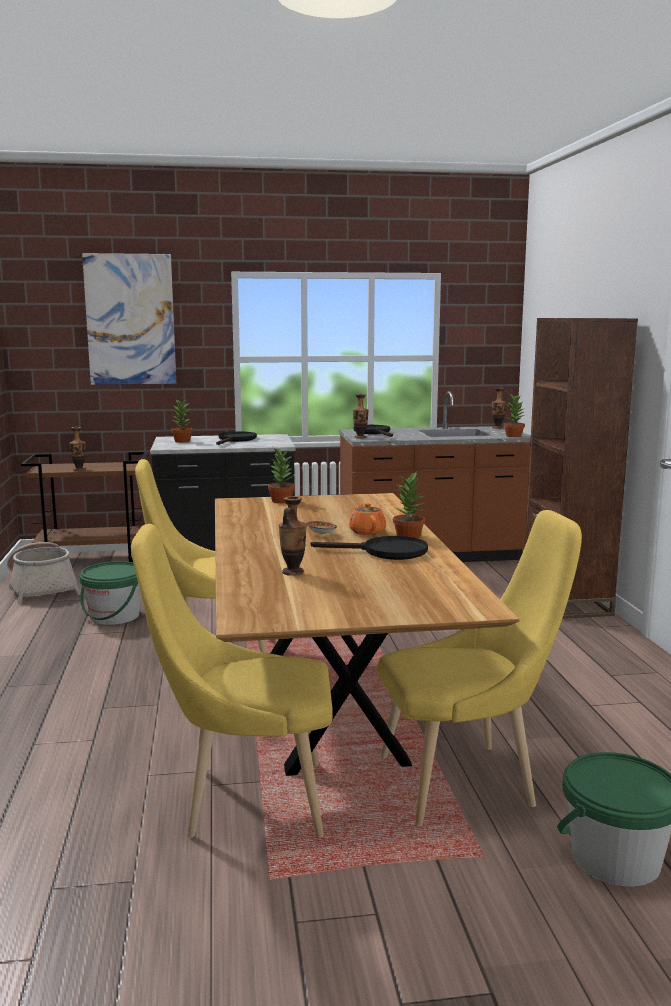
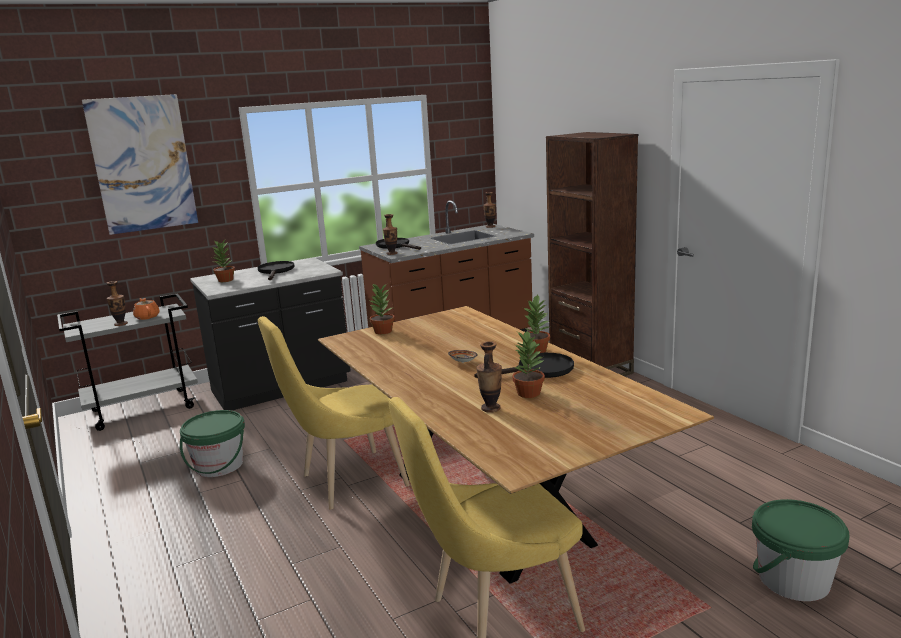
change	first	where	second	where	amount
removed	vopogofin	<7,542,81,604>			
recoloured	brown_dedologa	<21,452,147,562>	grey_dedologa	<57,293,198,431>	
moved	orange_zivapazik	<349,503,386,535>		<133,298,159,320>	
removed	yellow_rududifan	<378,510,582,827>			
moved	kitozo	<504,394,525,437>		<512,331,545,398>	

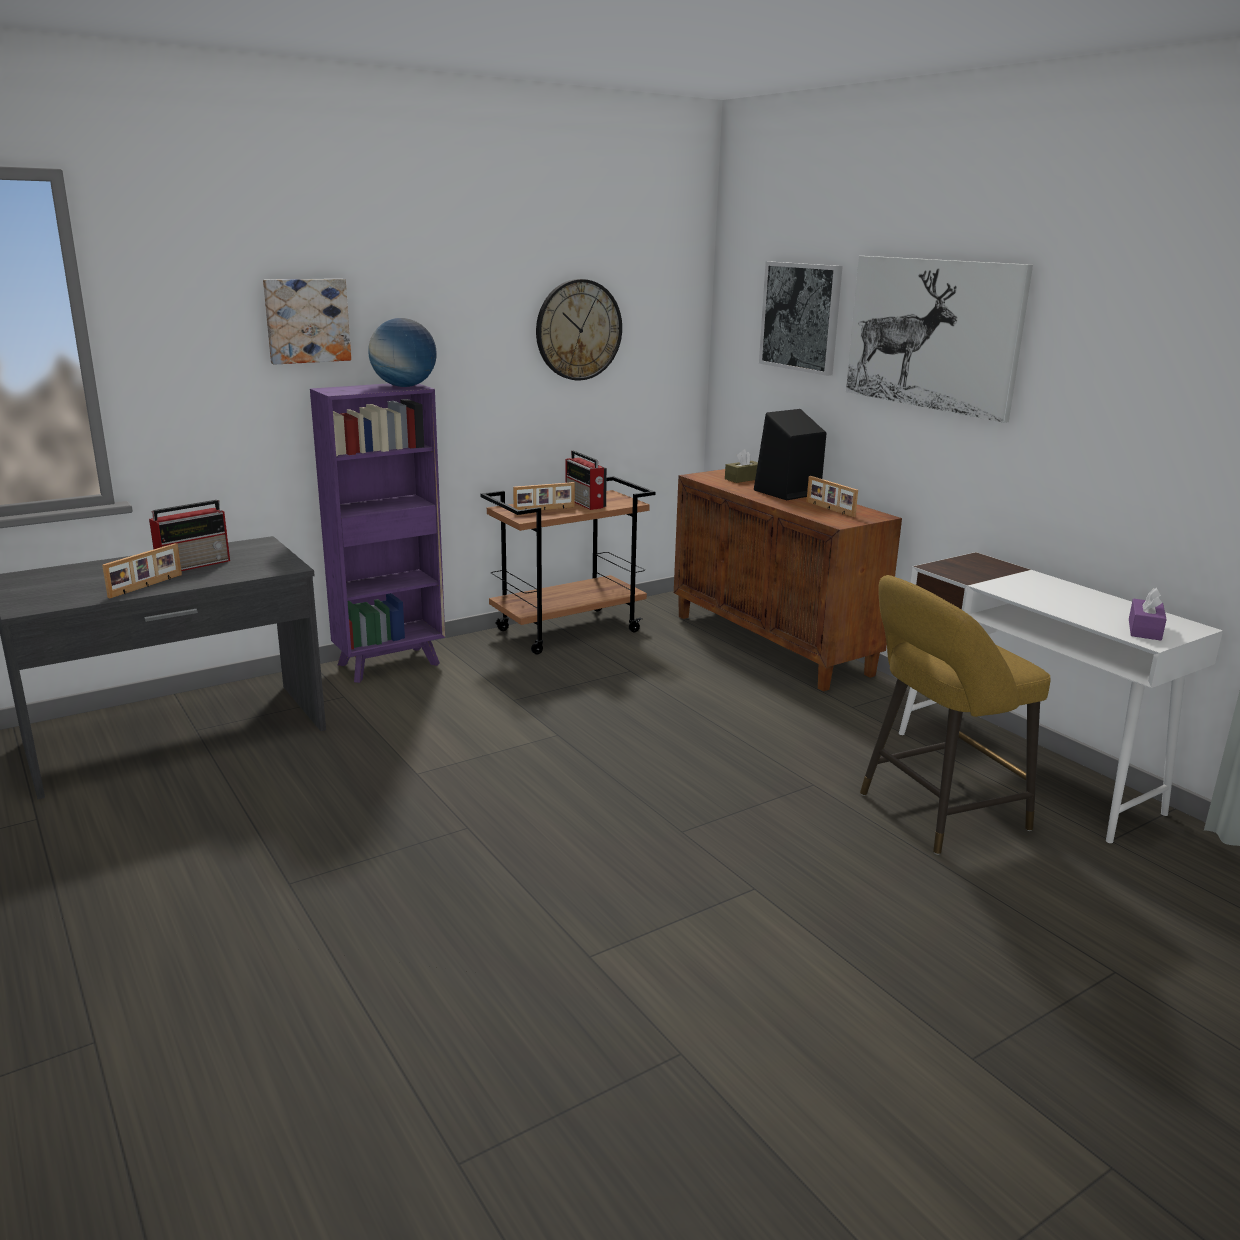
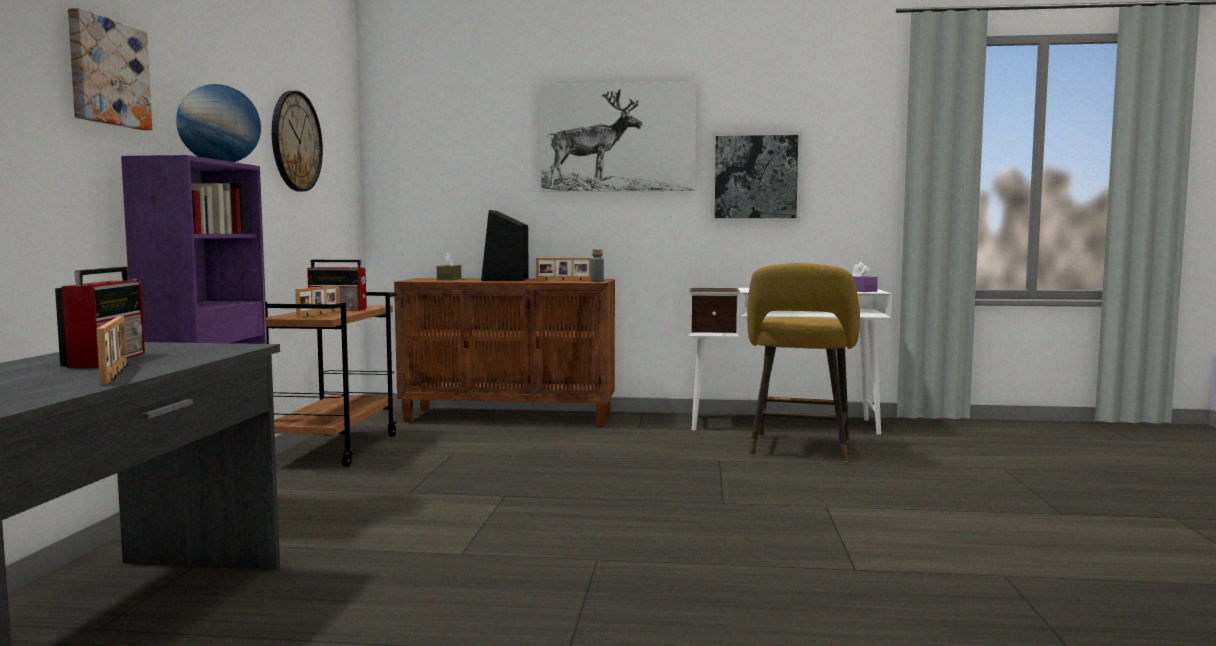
change	first	where	second	where	amount
moved	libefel	<759,262,843,376>		<711,131,802,221>	
added			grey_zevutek	<591,249,604,282>	

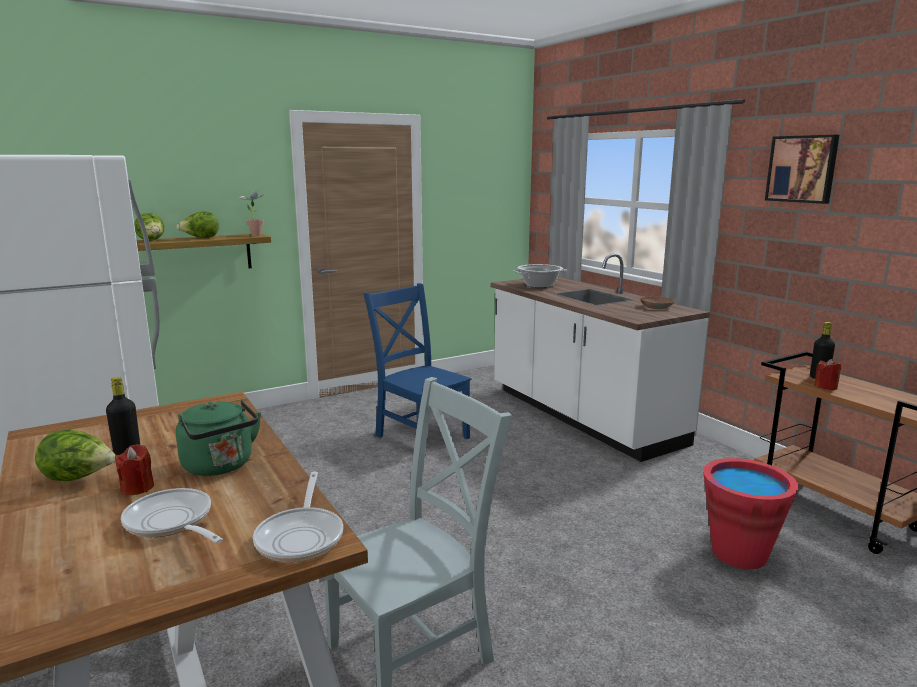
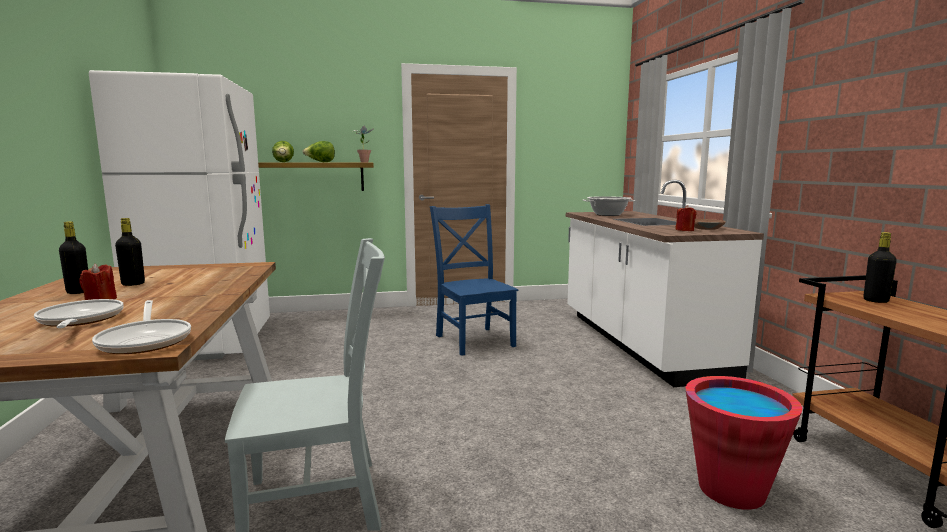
change	first	where	second	where	amount
replaced	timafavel	<35,430,116,481>	black_zevutek	<59,221,88,294>	
removed	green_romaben	<176,399,261,476>			
turned	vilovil	<253,472,343,562>		<92,300,191,354>	45 degrees counterclockwise
removed	libefel	<765,135,839,204>			
moved	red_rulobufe	<814,359,841,390>		<675,205,697,231>	

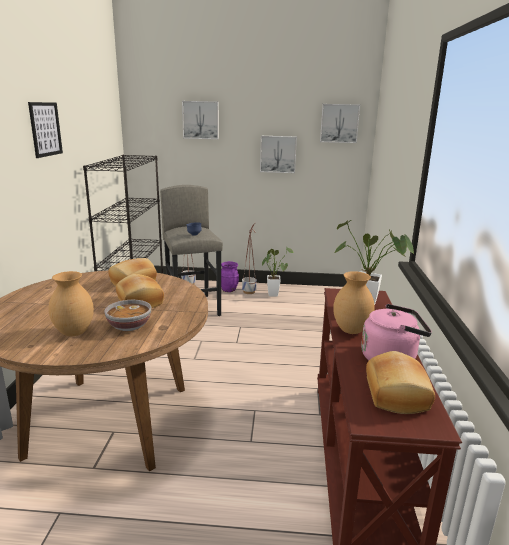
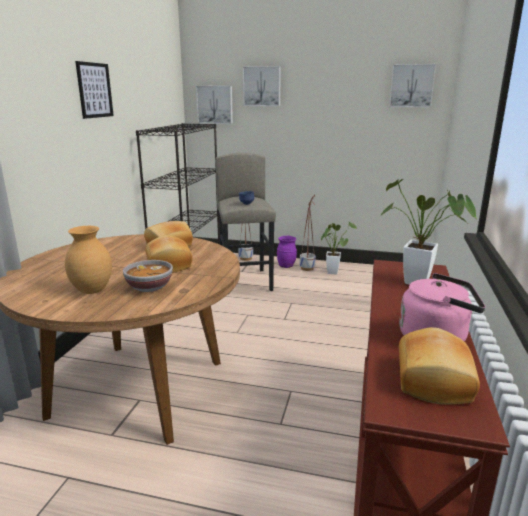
change	first	where	second	where	amount
moved	libefel	<260,136,297,173>		<196,86,233,124>	
removed	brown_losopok	<333,271,375,334>			

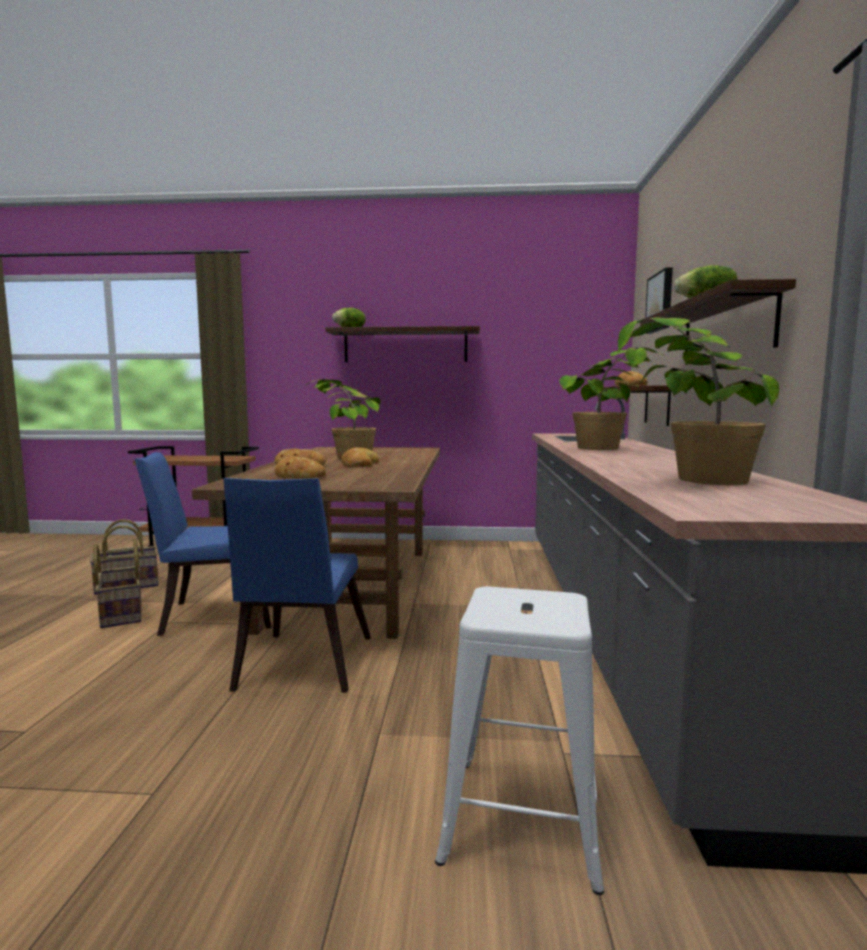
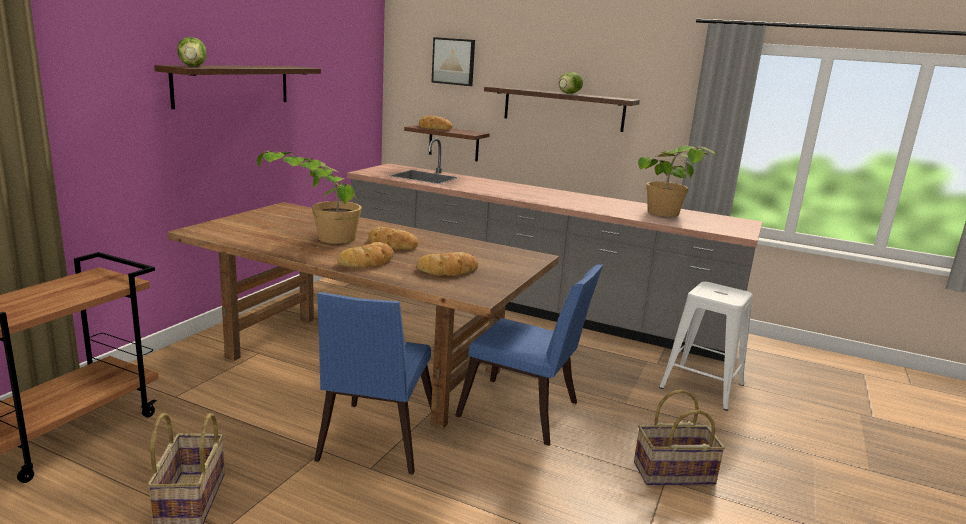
change	first	where	second	where	amount
moved	vopogofin	<93,539,141,628>		<634,390,725,485>	
removed	kitozo	<560,347,664,450>			

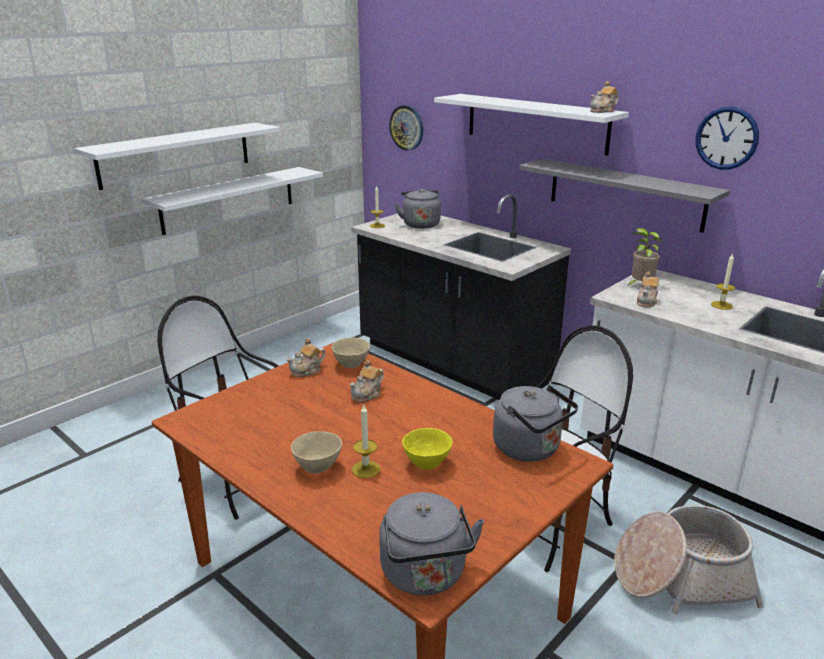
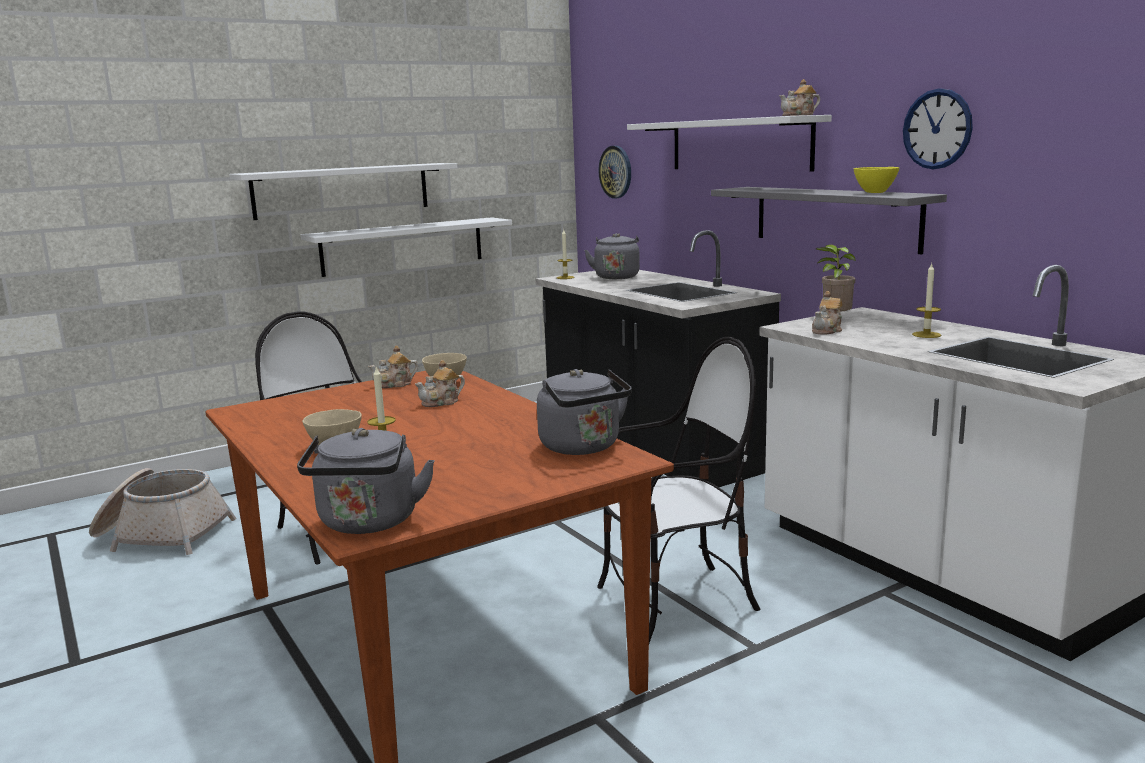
change	first	where	second	where	amount
moved	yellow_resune	<402,428,452,470>		<854,167,900,193>	
moved	vopogofin	<614,505,763,614>		<89,468,236,555>	

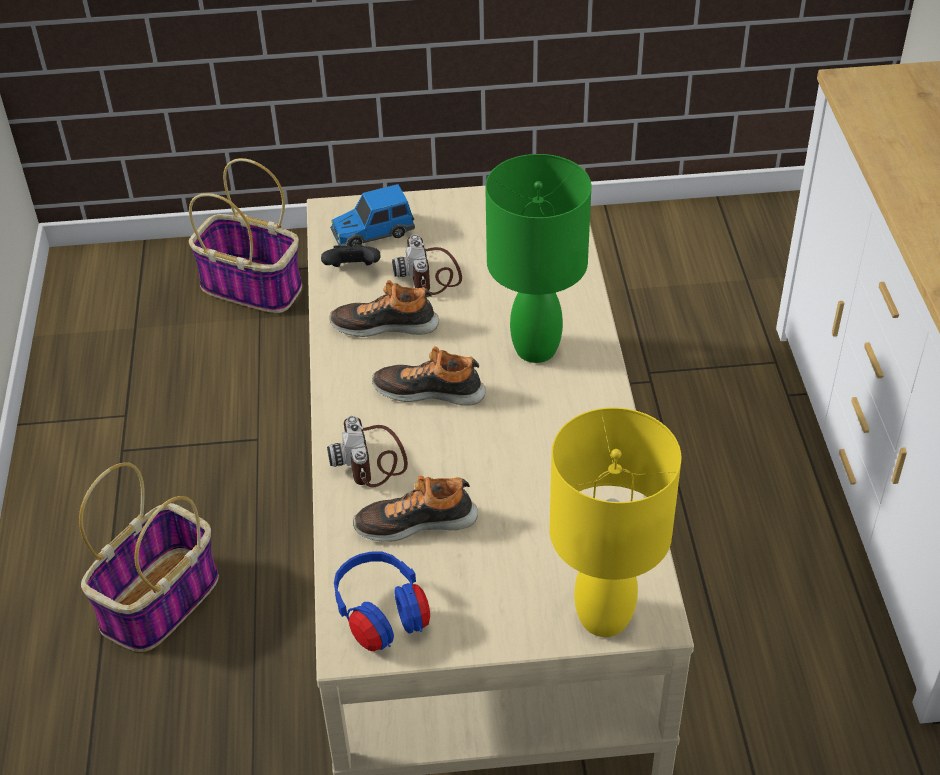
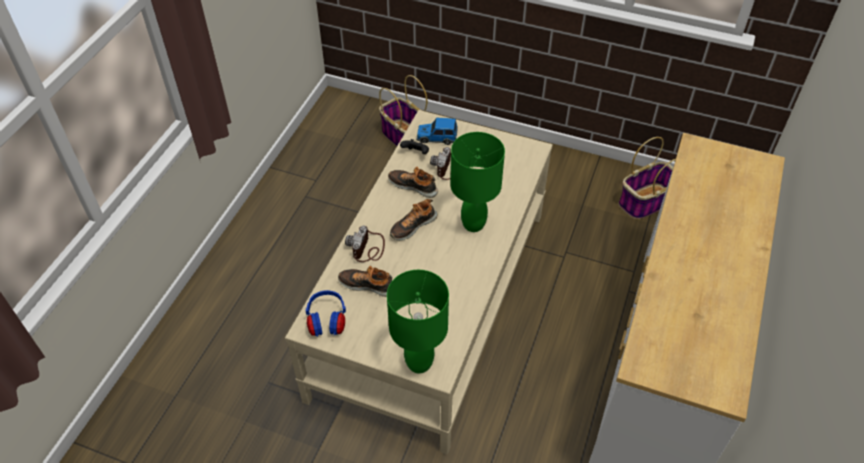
change	first	where	second	where	amount
moved	vopogofin	<79,462,219,652>		<619,137,676,219>	
turned	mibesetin	<372,346,486,406>		<390,199,437,240>	75 degrees counterclockwise
recoloured	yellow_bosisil	<550,408,681,637>	green_bosisil	<387,270,449,373>	

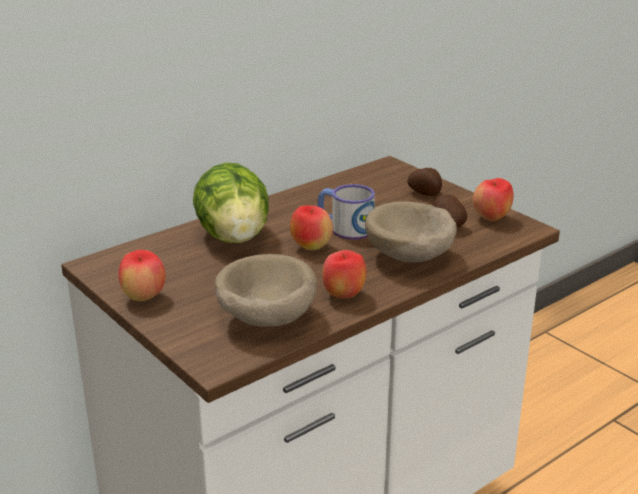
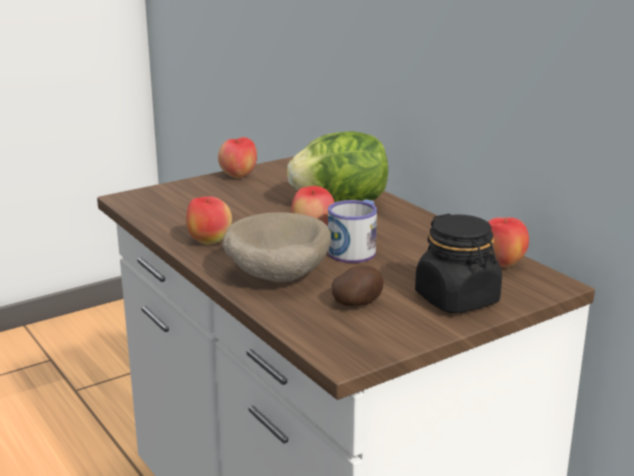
change	first	where	second	where	amount
removed	beige_resune	<215,254,317,327>			
replaced	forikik	<407,168,442,196>	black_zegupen	<415,214,502,314>	
moved	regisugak	<473,178,513,221>		<488,217,529,268>	

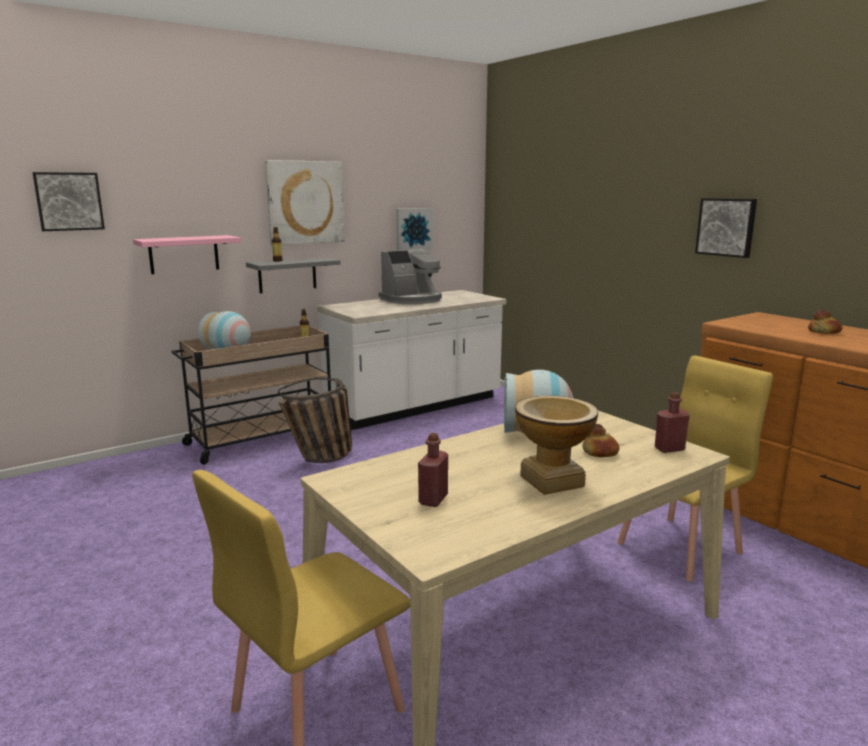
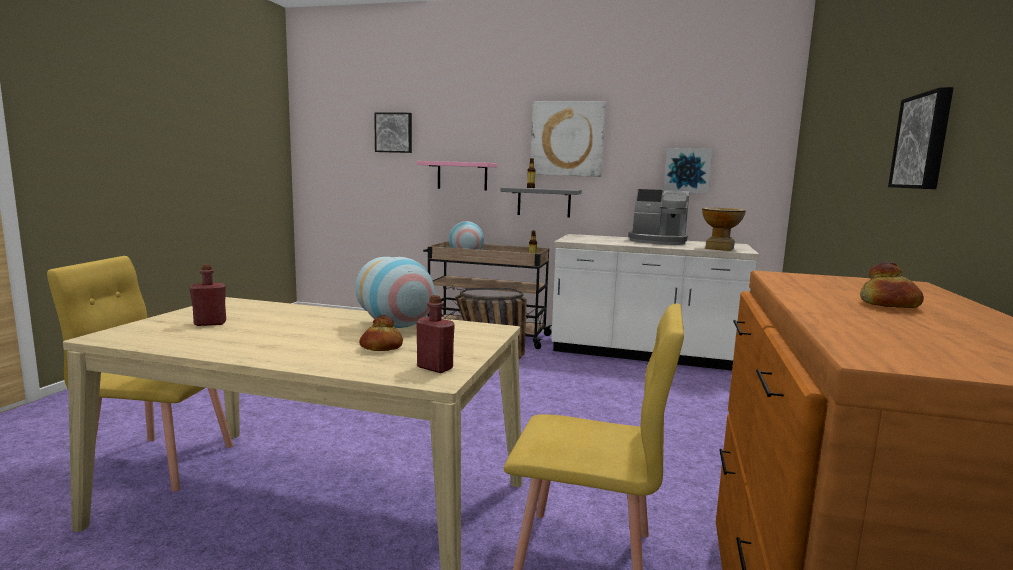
change	first	where	second	where	amount
moved	losopok	<515,396,598,495>		<702,207,746,251>	

